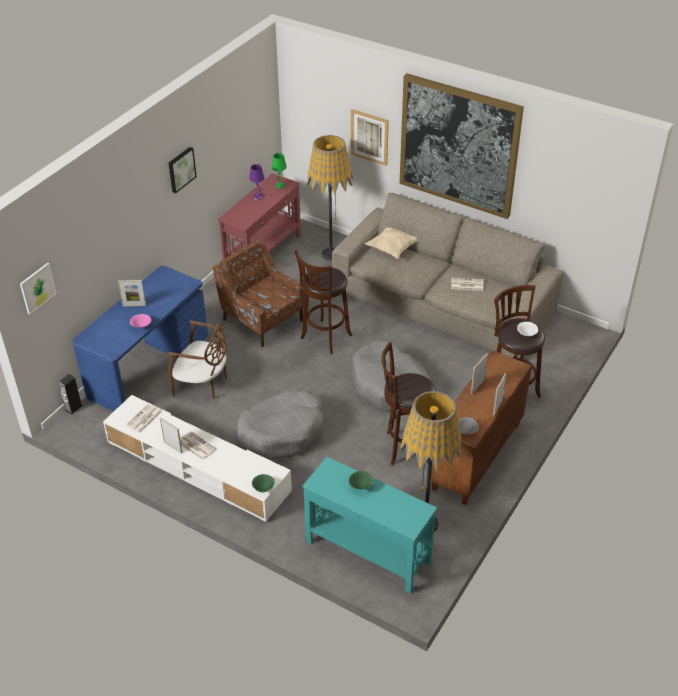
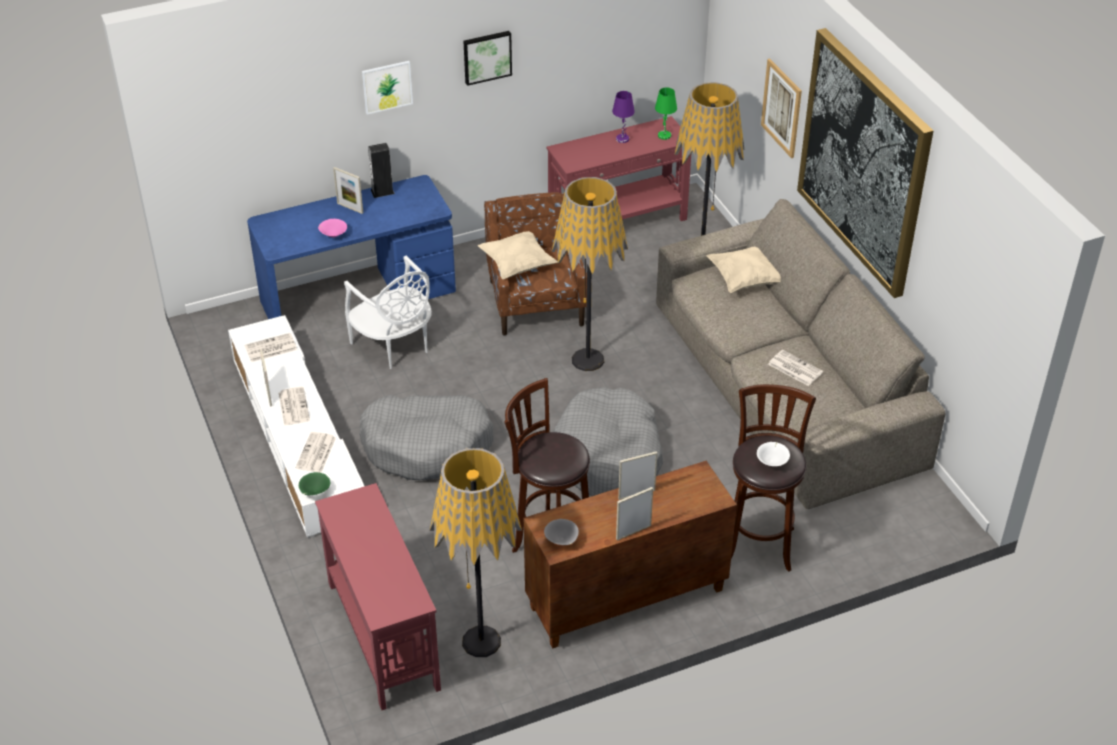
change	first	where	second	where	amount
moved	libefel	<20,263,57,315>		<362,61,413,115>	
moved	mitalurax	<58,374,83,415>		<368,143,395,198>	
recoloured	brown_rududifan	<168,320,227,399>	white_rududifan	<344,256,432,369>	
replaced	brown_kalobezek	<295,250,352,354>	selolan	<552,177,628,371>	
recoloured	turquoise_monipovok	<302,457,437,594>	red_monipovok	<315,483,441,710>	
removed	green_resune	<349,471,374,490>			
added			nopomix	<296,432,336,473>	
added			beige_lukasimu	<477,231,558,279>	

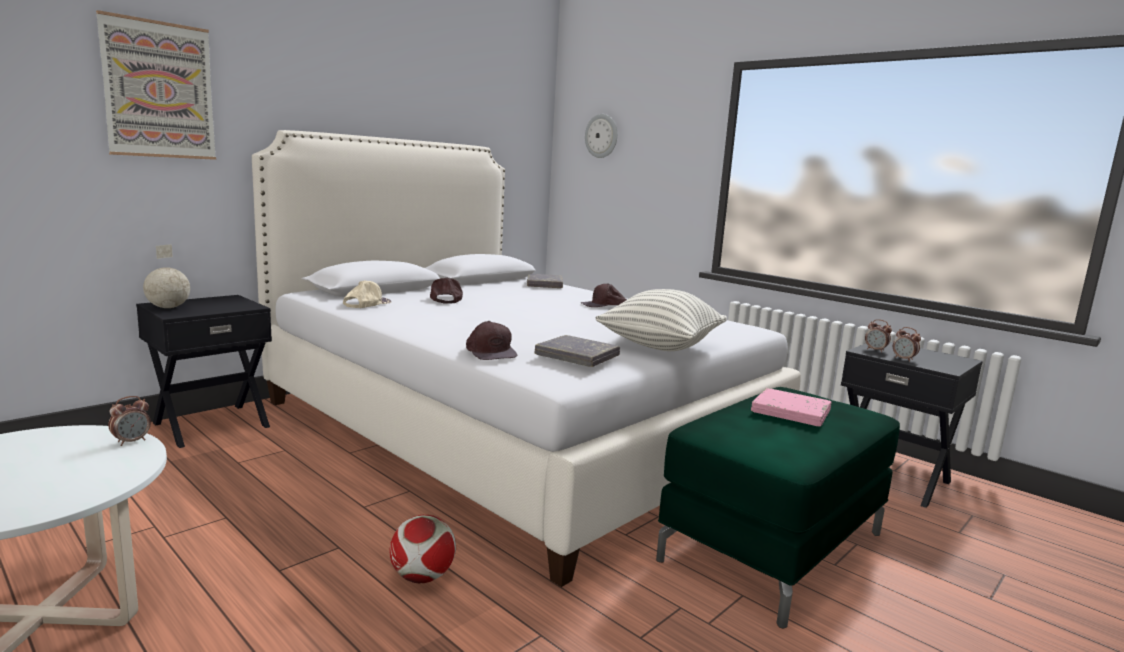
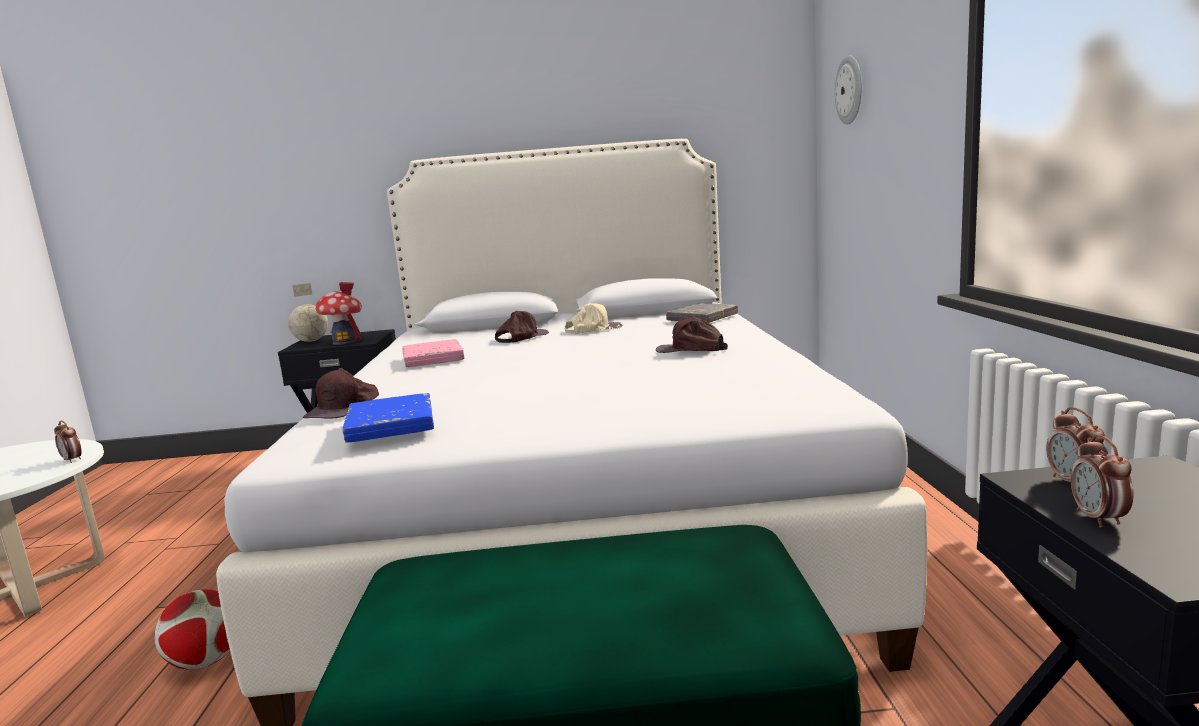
change	first	where	second	where	amount
removed	libefel	<96,10,216,160>			
turned	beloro	<108,396,151,446>		<54,420,82,463>	45 degrees clockwise
moved	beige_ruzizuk	<343,280,392,308>		<564,303,623,334>	
recoloured	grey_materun	<535,335,620,367>	blue_materun	<343,393,434,443>	
removed	lukasimu	<596,289,727,351>			
moved	pink_materun	<751,388,832,426>		<402,339,464,367>	
added			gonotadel	<315,282,362,345>	

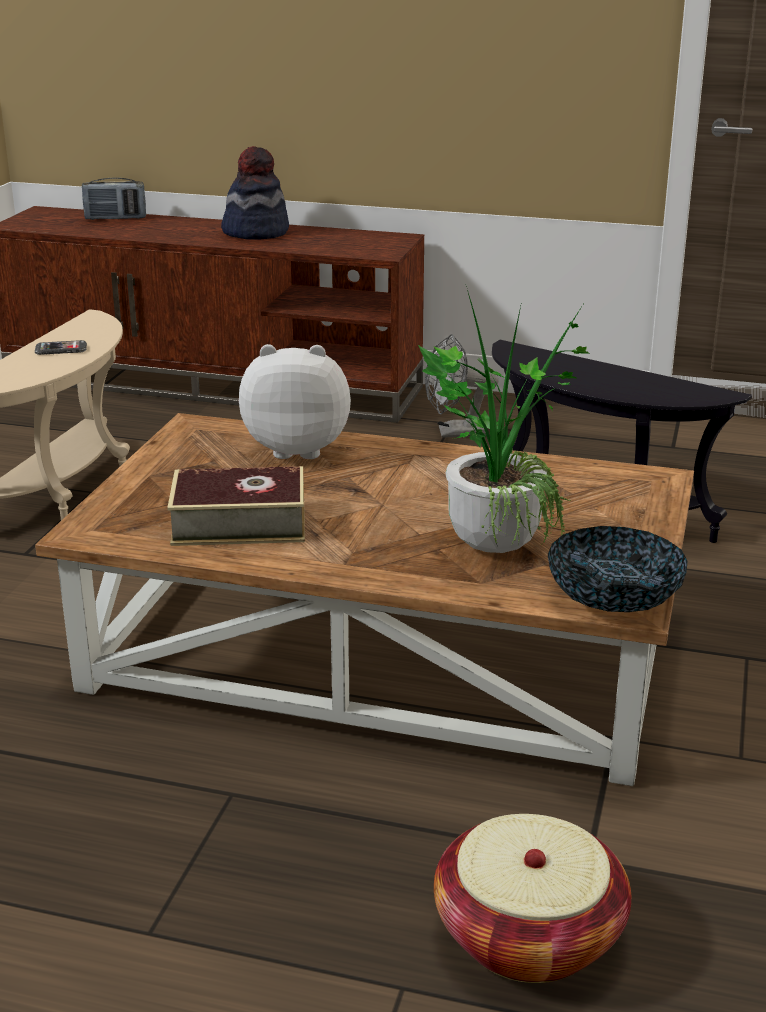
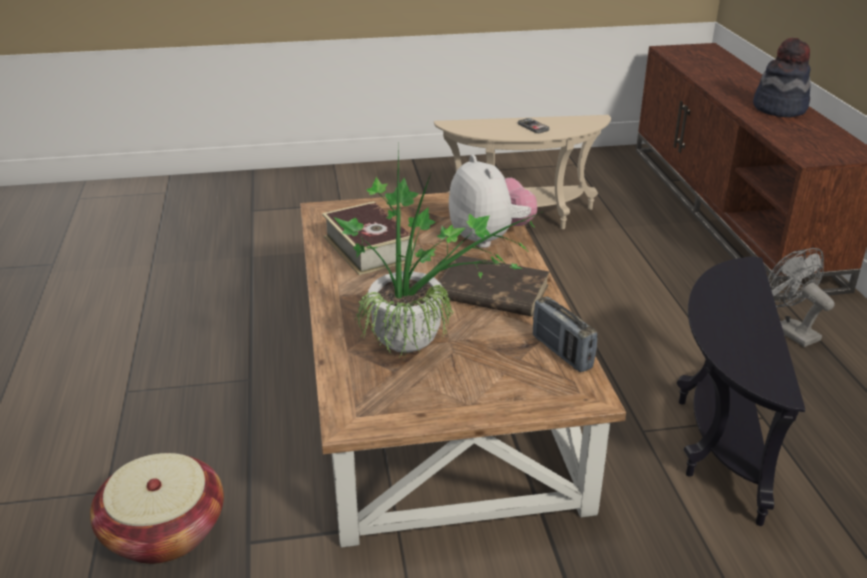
change	first	where	second	where	amount
moved	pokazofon	<82,177,146,220>		<533,296,597,372>	
removed	resune	<548,526,688,612>			
added			brown_materun	<439,256,549,317>	

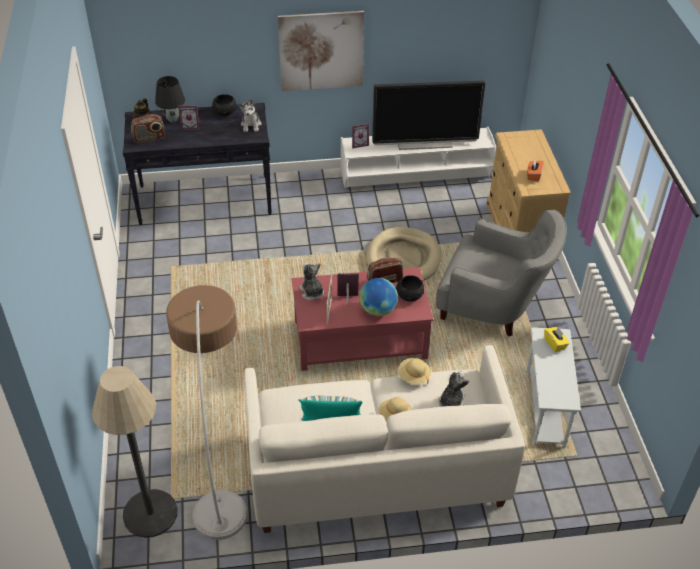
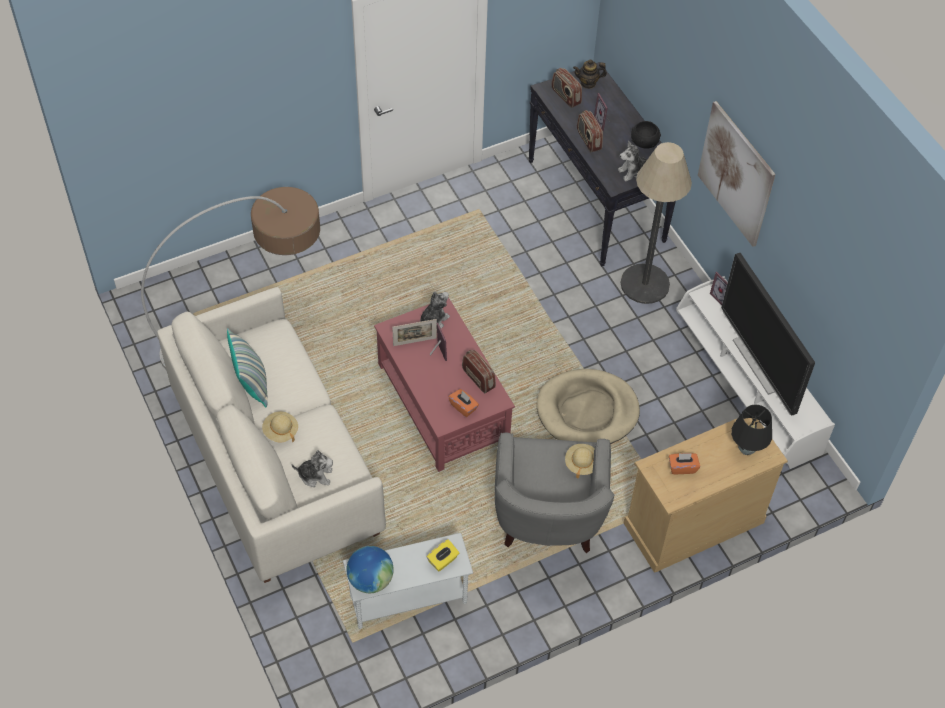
change	first	where	second	where	amount
moved	selolan	<92,366,178,538>		<620,142,692,304>	
moved	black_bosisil	<155,76,185,122>		<731,405,772,455>	
moved	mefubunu	<359,278,398,316>		<346,546,394,593>	
replaced	black_resune	<396,275,424,302>	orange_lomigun	<449,389,479,417>	
moved	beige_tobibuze	<398,358,431,385>		<565,444,595,478>	
added			pokazofon	<577,110,603,152>	

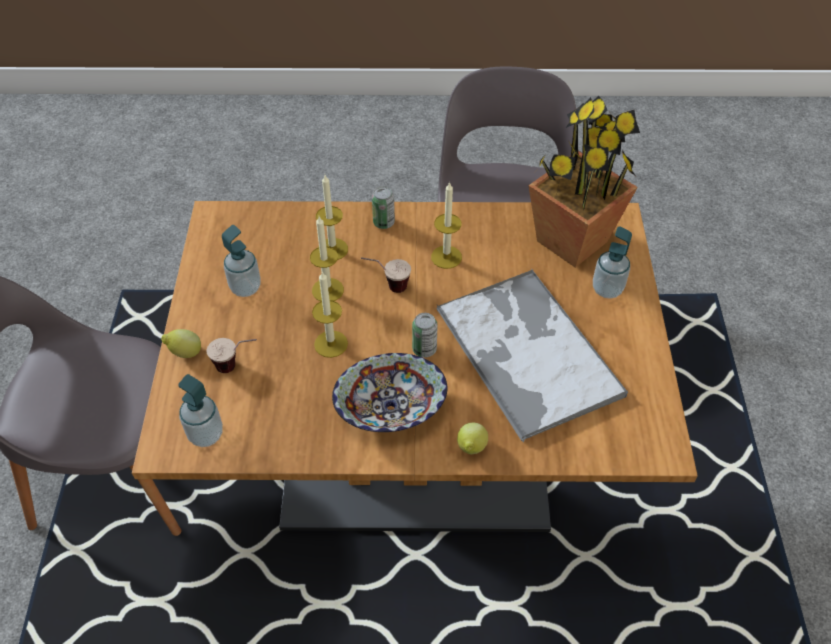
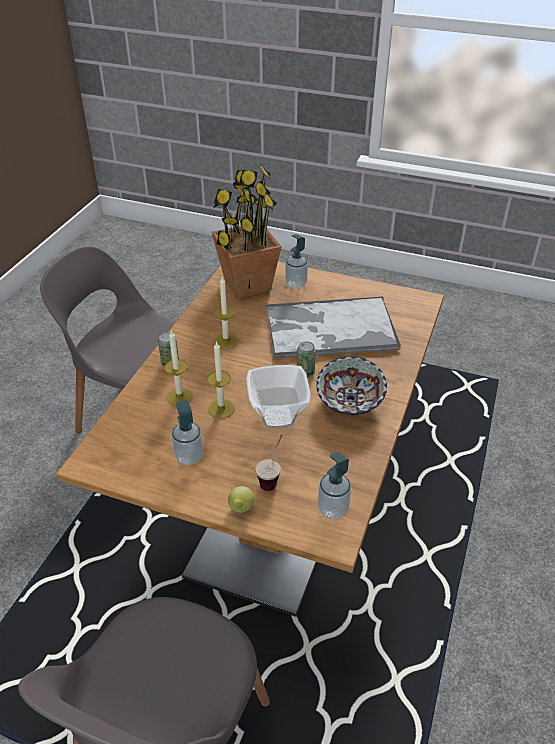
change	first	where	second	where	amount
replaced	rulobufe	<312,272,348,358>	resune	<246,365,311,429>	
removed	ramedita	<361,257,411,293>			
removed	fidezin	<457,423,488,454>			

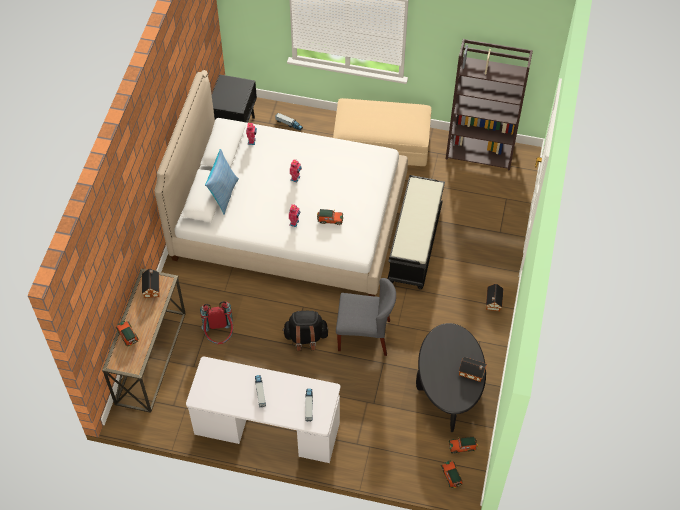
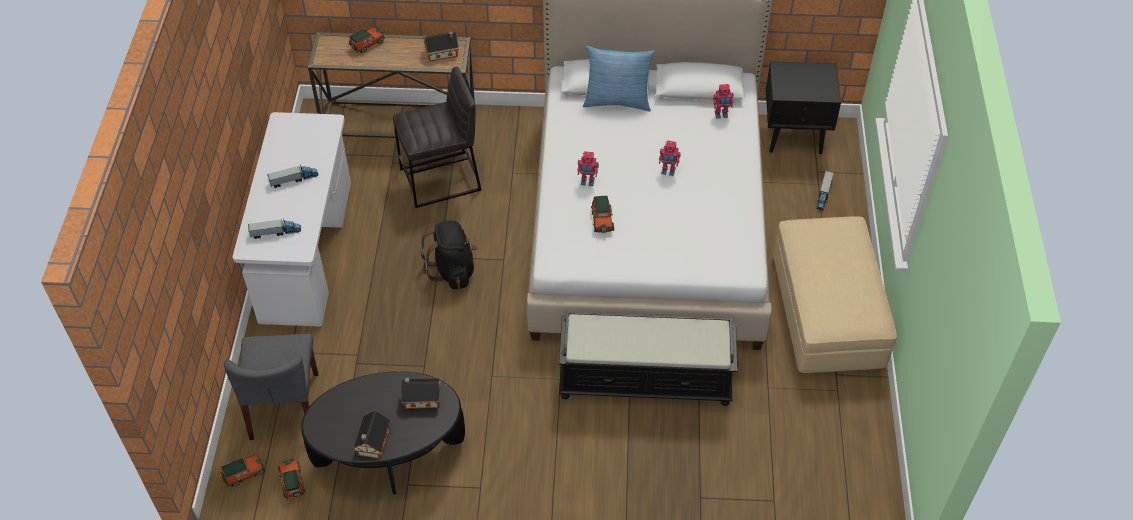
change	first	where	second	where	amount
replaced	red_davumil	<200,301,233,344>	grey_kalobezek	<393,67,481,208>	
moved	grey_rududifan	<336,278,396,356>		<224,334,318,440>	
removed	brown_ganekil	<446,39,533,171>			
moved	gonotadel	<486,284,503,311>		<401,378,440,409>	

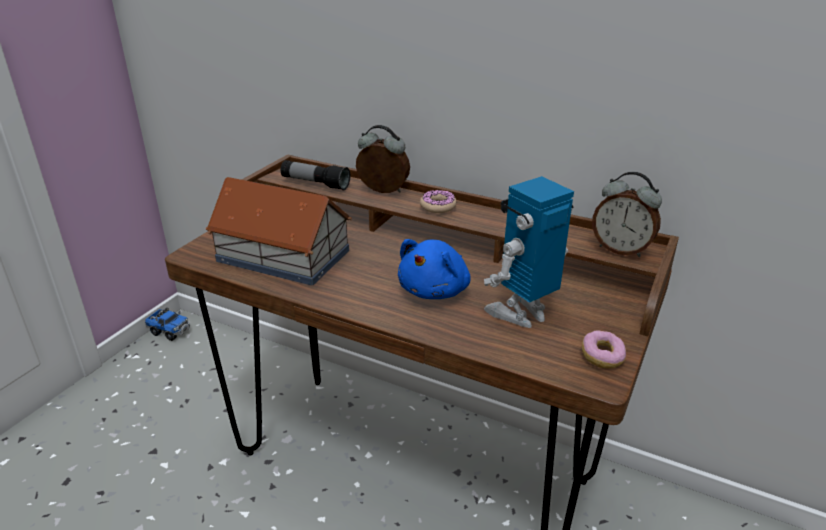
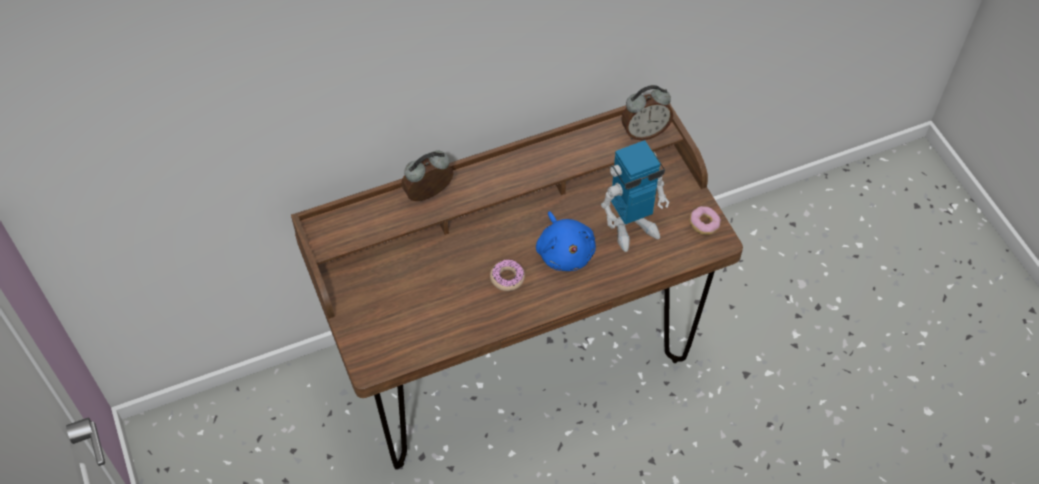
change	first	where	second	where	amount
removed	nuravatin	<145,308,190,341>			
removed	gonotadel	<206,177,352,286>			
removed	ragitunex	<281,160,350,190>			
moved	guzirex	<420,190,457,213>		<490,259,525,291>	
turned	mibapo	<484,176,574,328>		<601,140,669,252>	120 degrees counterclockwise

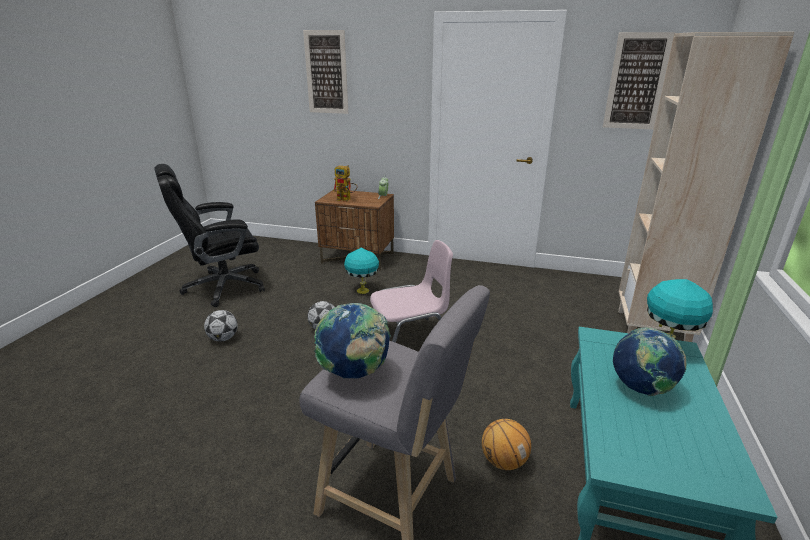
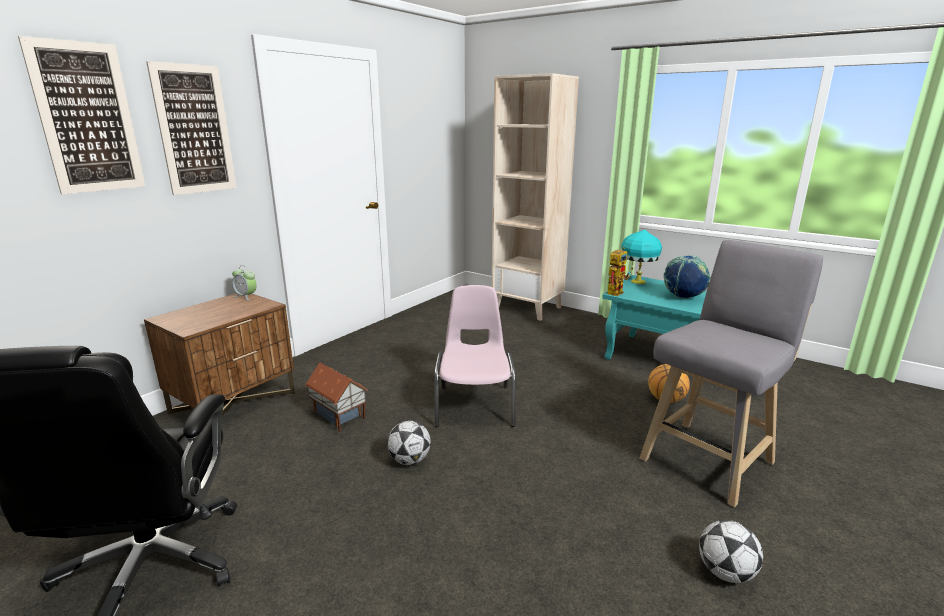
change	first	where	second	where	amount
moved	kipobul	<204,310,238,342>		<699,520,763,583>	
removed	mefubunu	<314,303,390,378>			
moved	mibapo	<333,165,357,202>		<607,247,630,296>	
replaced	turquoise_bosisil	<344,247,379,294>	gonotadel	<305,363,368,432>	
moved	libefel	<603,32,675,130>		<146,61,237,195>	

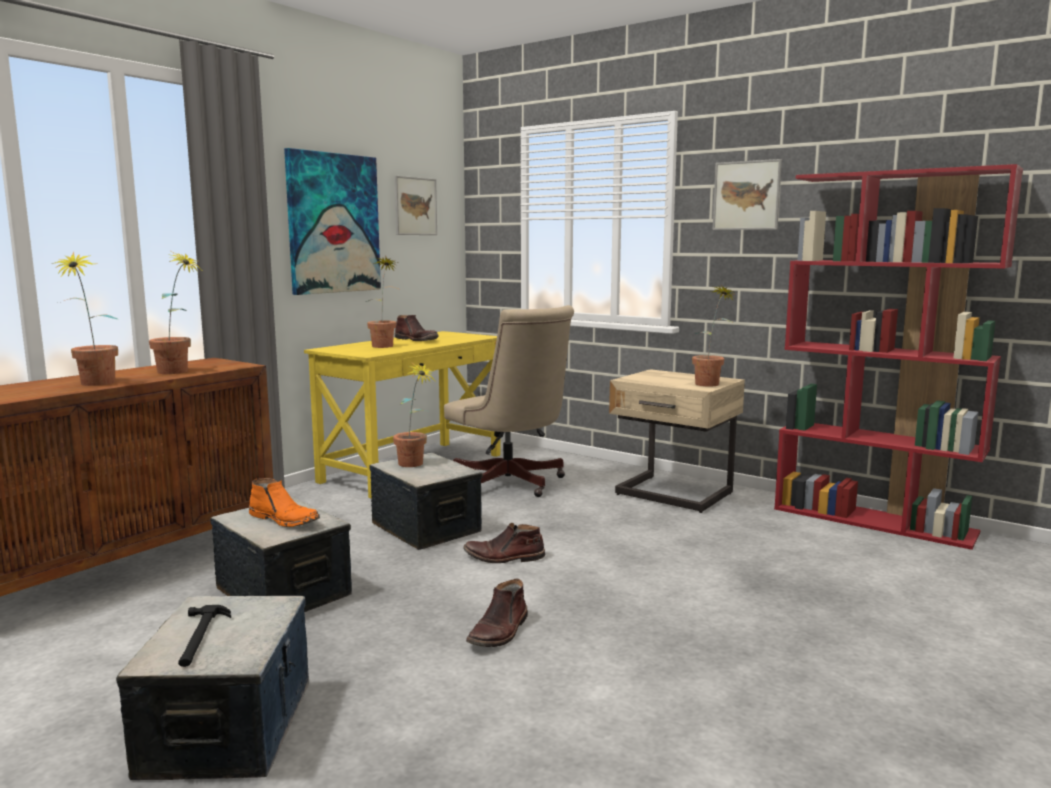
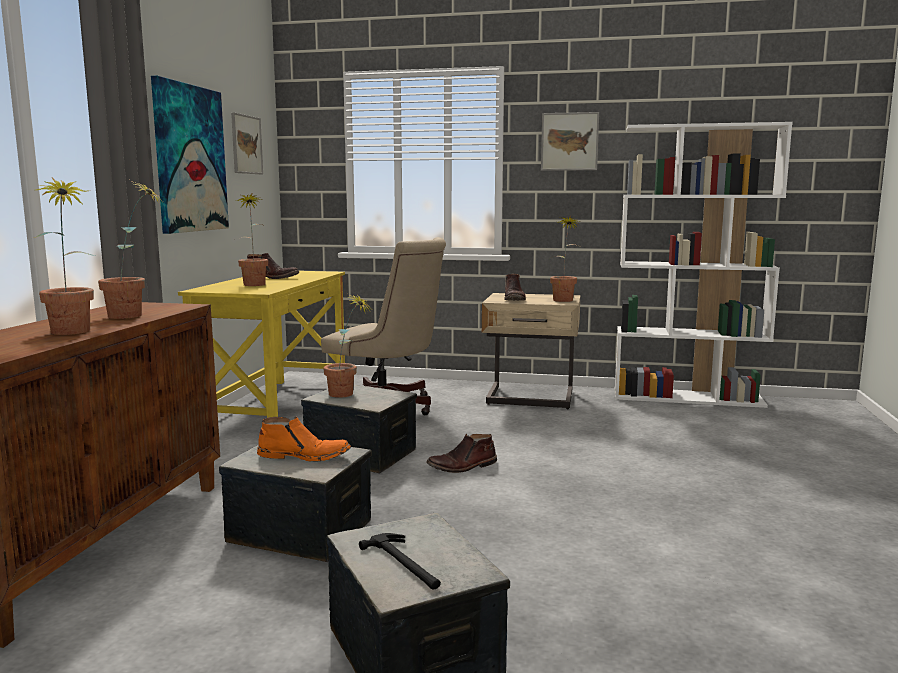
change	first	where	second	where	amount
moved	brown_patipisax	<466,578,528,647>		<504,274,526,301>	
recoloured	red_ganekil	<774,164,1023,550>	white_ganekil	<615,122,793,408>	

